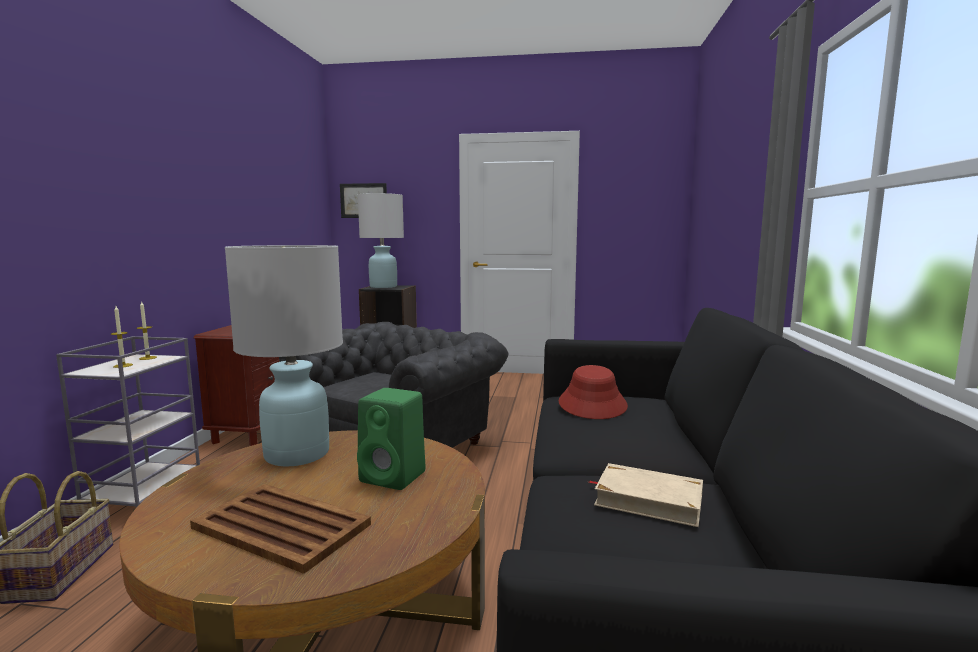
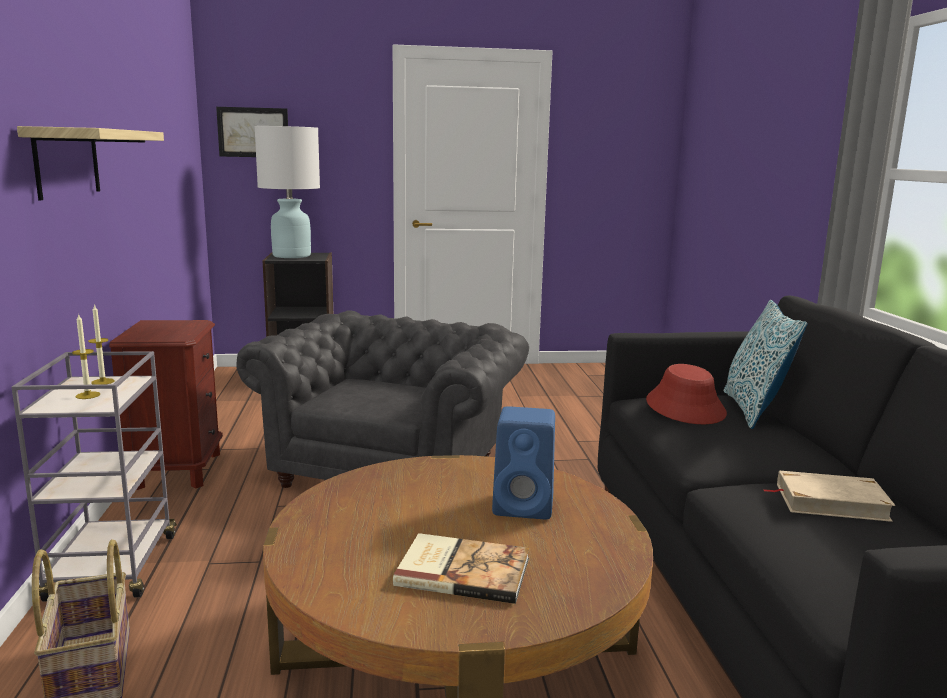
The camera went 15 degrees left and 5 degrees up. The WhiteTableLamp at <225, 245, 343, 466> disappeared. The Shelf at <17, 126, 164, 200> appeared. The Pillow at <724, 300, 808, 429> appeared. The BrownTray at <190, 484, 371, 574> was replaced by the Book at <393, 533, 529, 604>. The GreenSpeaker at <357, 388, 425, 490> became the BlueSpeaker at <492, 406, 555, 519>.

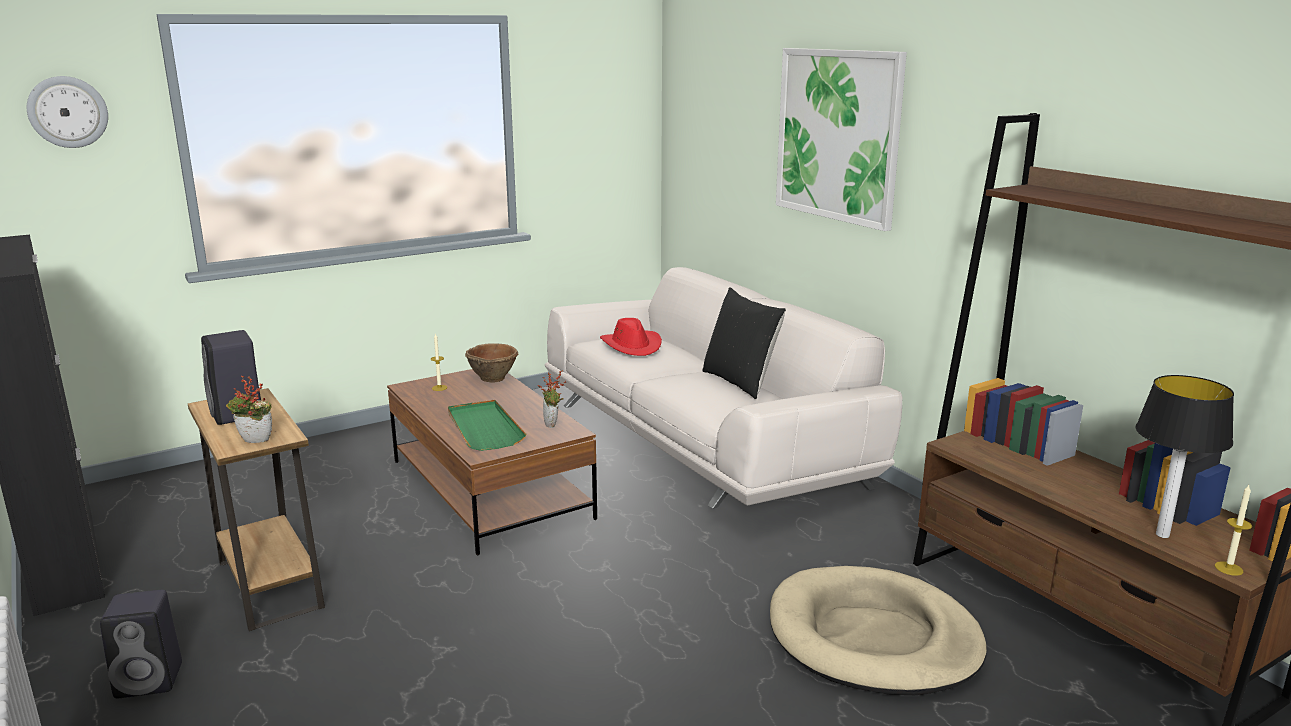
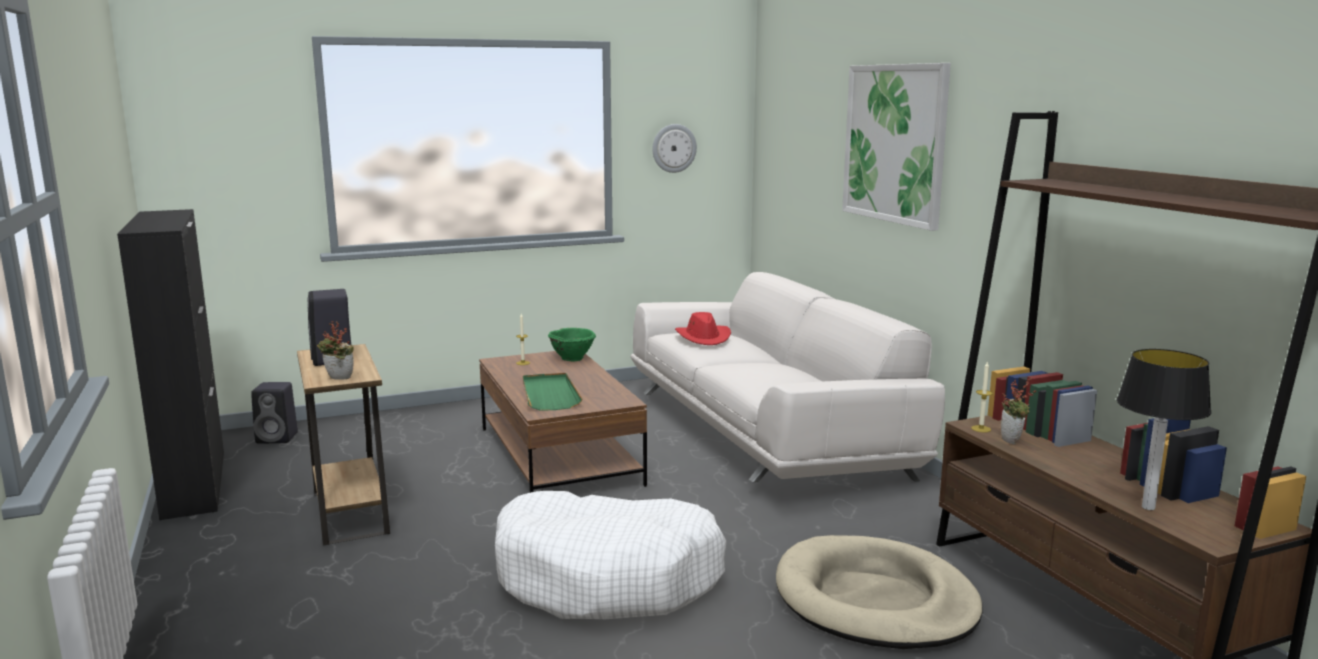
The camera went 10 degrees right and 5 degrees down. The BlackPillow at <702, 287, 786, 399> disappeared. The WhiteDogBed at <495, 491, 727, 619> appeared. The WallClock moved from <27, 76, 108, 148> to <652, 124, 697, 173>. The BlackSpeaker moved from <100, 590, 182, 698> to <251, 382, 298, 443>. The PottedPlant moved from <538, 370, 566, 428> to <1001, 378, 1036, 444>. The Candle moved from <1215, 485, 1252, 576> to <971, 362, 993, 432>. The BrownBowl at <465, 343, 519, 382> became the GreenBowl at <548, 328, 596, 361>.

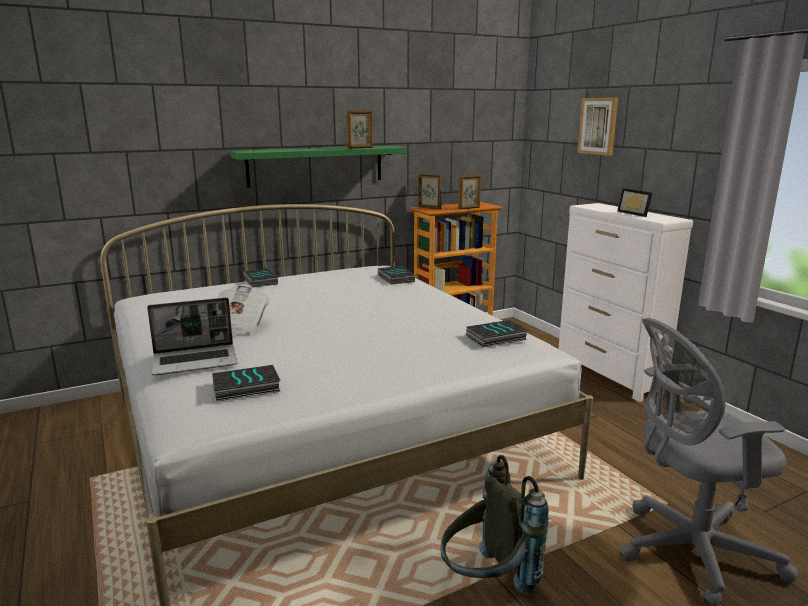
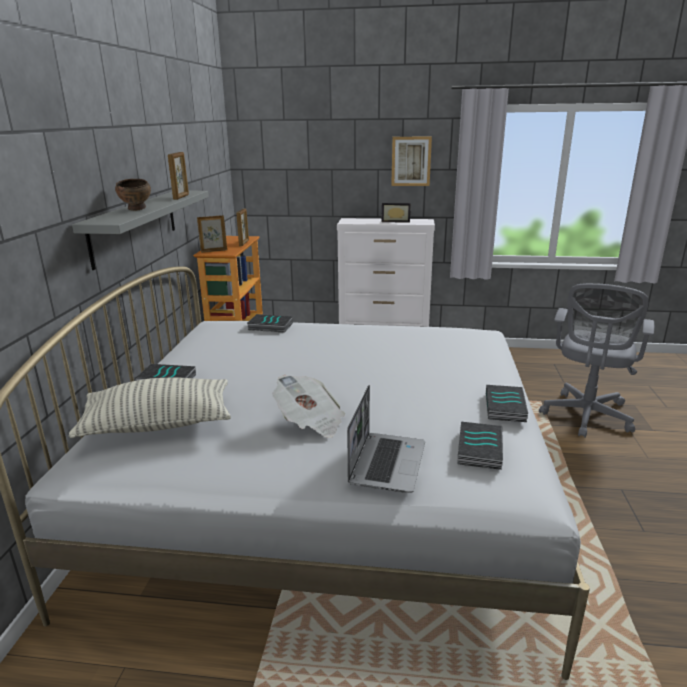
The camera went 55 degrees left and 5 degrees up. The GreyBackpack at <440, 455, 549, 595> disappeared. The Pillow at <69, 377, 231, 438> appeared. The BrownBowl at <115, 179, 151, 211> appeared. The Book moved from <466, 320, 529, 347> to <486, 385, 528, 422>. The Picture moved from <577, 97, 618, 156> to <391, 136, 432, 186>. The GreenShelf at <230, 146, 405, 187> became the GreyShelf at <72, 191, 209, 270>.

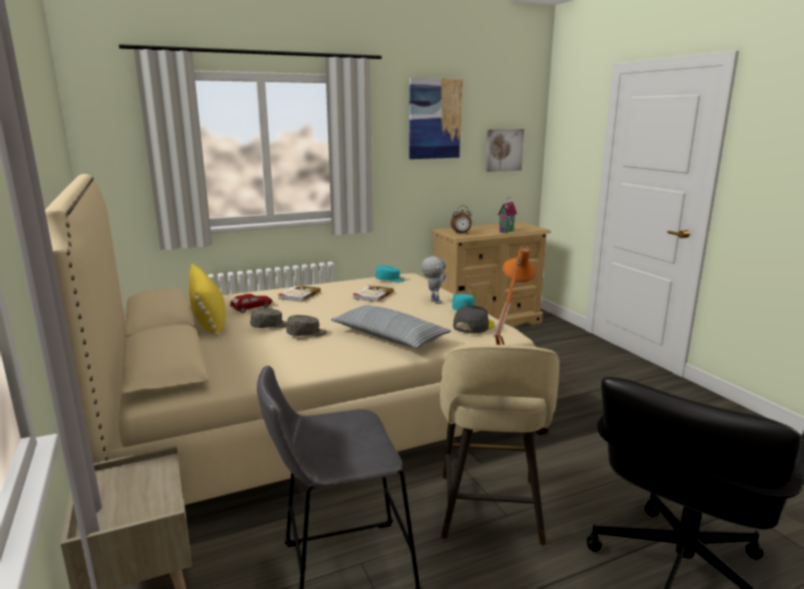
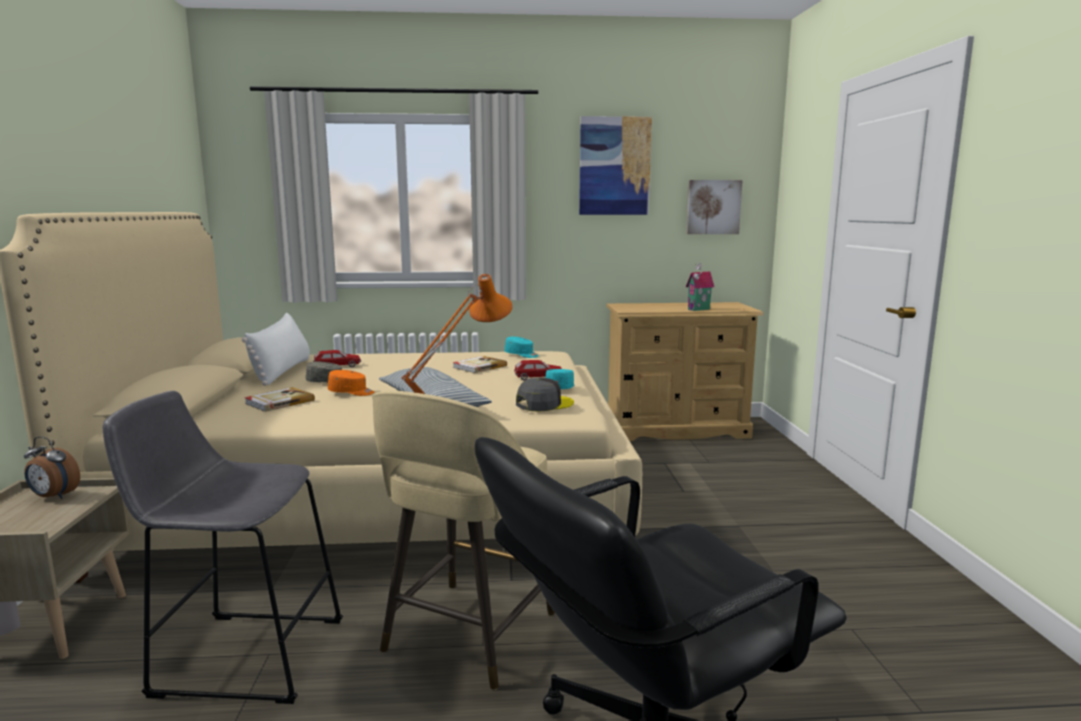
The camera went 20 degrees right and 5 degrees down. The Book moved from <278, 285, 321, 302> to <244, 387, 315, 412>. The AlarmClock moved from <451, 206, 472, 234> to <24, 436, 80, 499>. The ToyRobot at <421, 256, 446, 304> was replaced by the ToyCar at <514, 360, 562, 381>. The YellowPillow at <189, 264, 225, 337> became the WhitePillow at <242, 313, 310, 386>. The GreyCap at <286, 315, 327, 336> became the OrangeCap at <328, 370, 374, 396>.

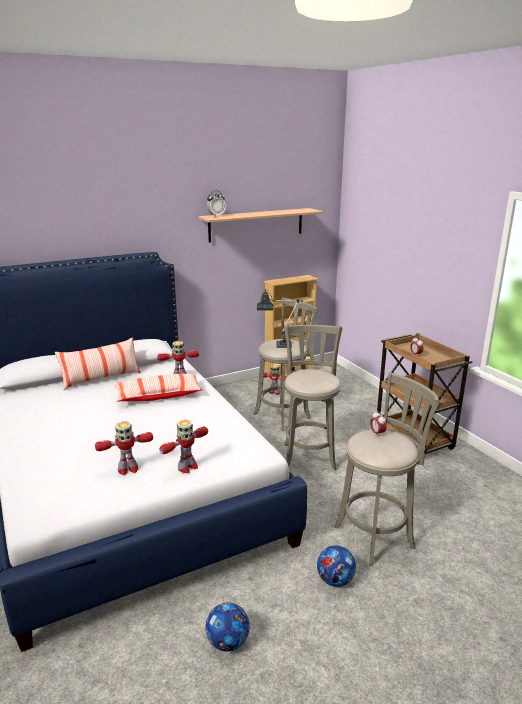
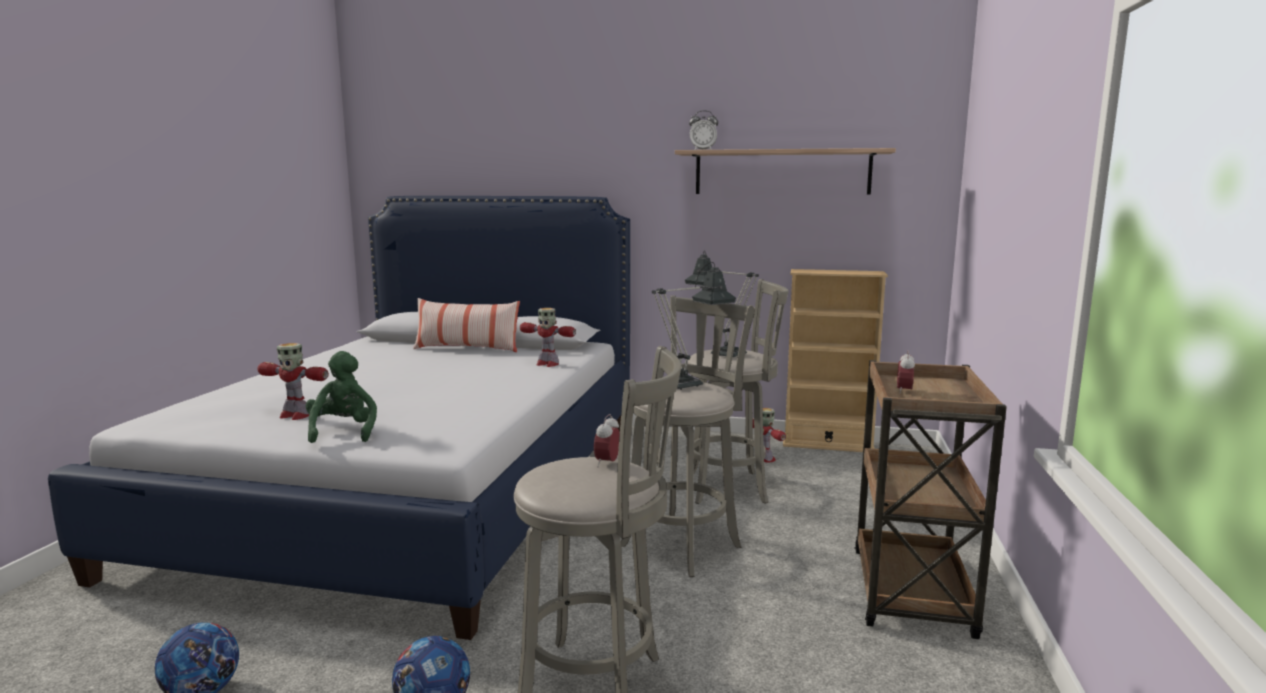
The camera went 40 degrees right and 10 degrees down. The Pillow at <114, 374, 203, 402> disappeared. The TableLamp at <652, 262, 736, 390> appeared. The ToyRobot at <160, 420, 208, 473> was replaced by the GreenPlushToy at <306, 351, 377, 443>.

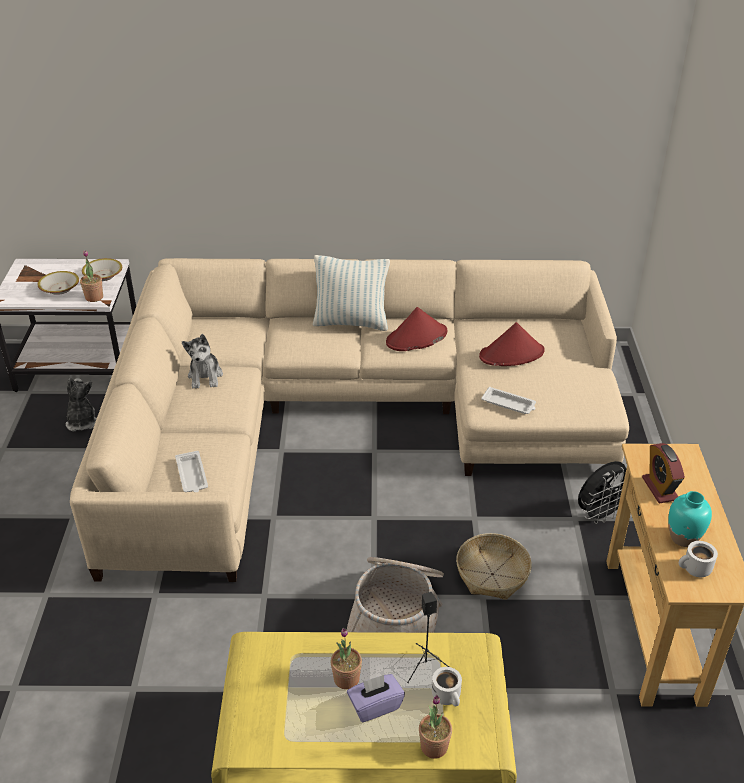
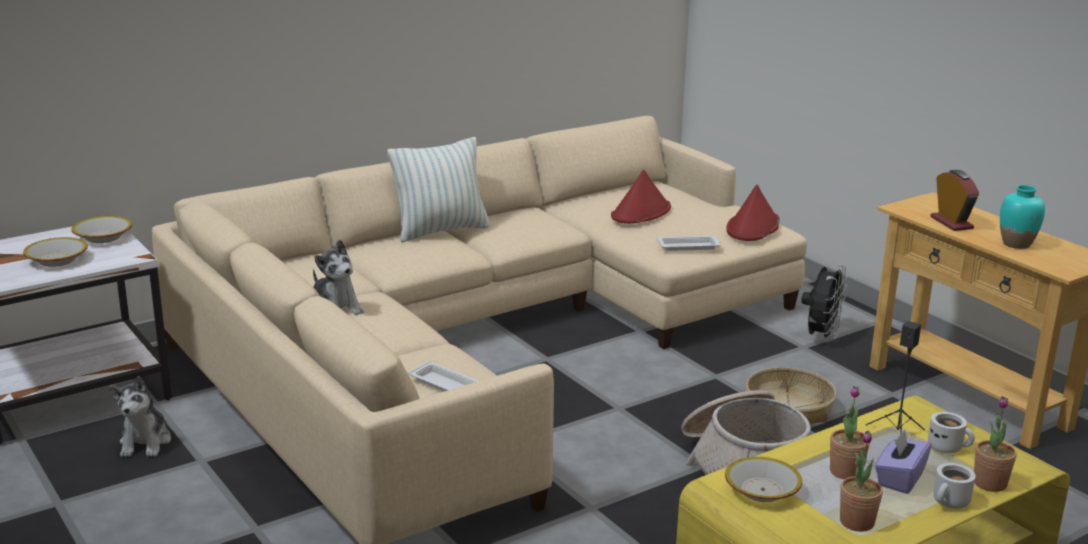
The camera went 35 degrees left and 15 degrees down. The Bowl at <725, 457, 802, 502> appeared. The PottedPlant moved from <80, 250, 103, 302> to <840, 431, 883, 532>. The RedHat moved from <386, 307, 447, 351> to <726, 184, 780, 241>. The WhiteMug moved from <679, 541, 718, 577> to <933, 463, 976, 509>. The PlushToy at <66, 378, 97, 431> turned 135 degrees counterclockwise. The AlarmClock at <642, 443, 685, 503> turned 150 degrees counterclockwise.

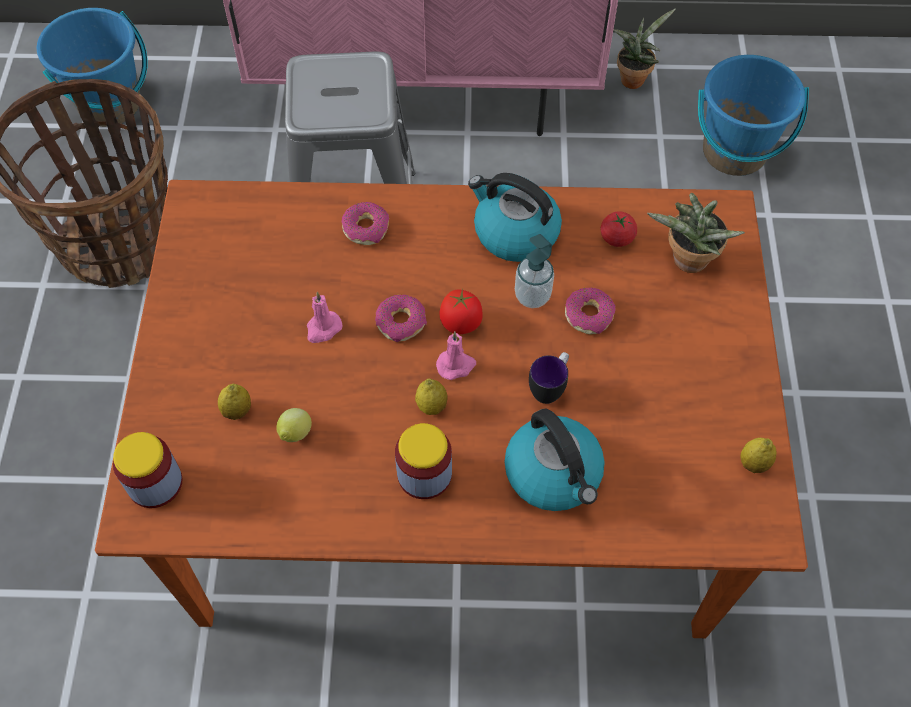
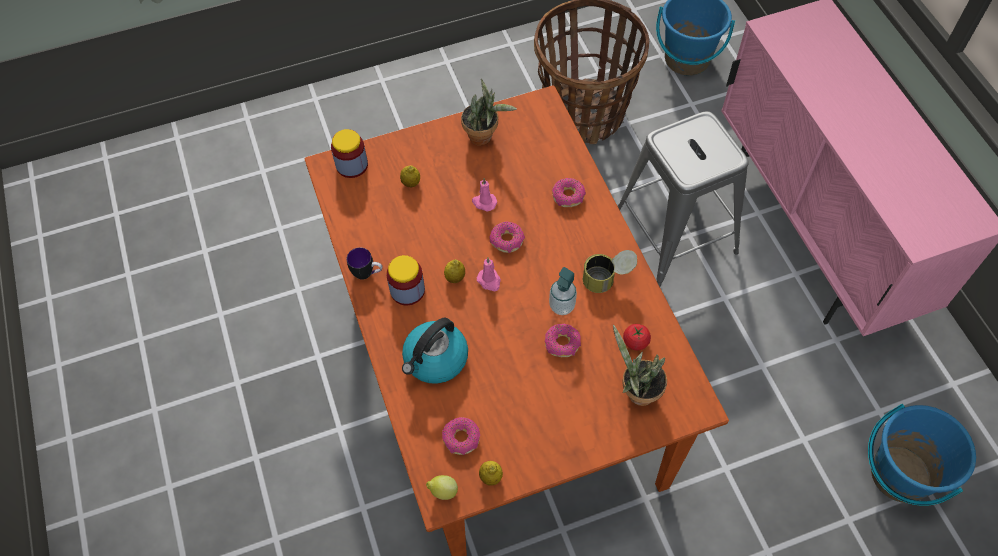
The camera went 70 degrees right and 0 degrees up. The Tomato at <440, 288, 483, 334> disappeared. The Donut at <442, 417, 480, 455> appeared. The Lemon moved from <276, 408, 312, 442> to <426, 475, 458, 500>. The Mug moved from <529, 352, 569, 404> to <347, 247, 382, 280>. The PottedPlant moved from <613, 9, 676, 89> to <461, 79, 517, 145>. The Kettle at <468, 173, 562, 262> was replaced by the Can at <583, 250, 637, 293>.

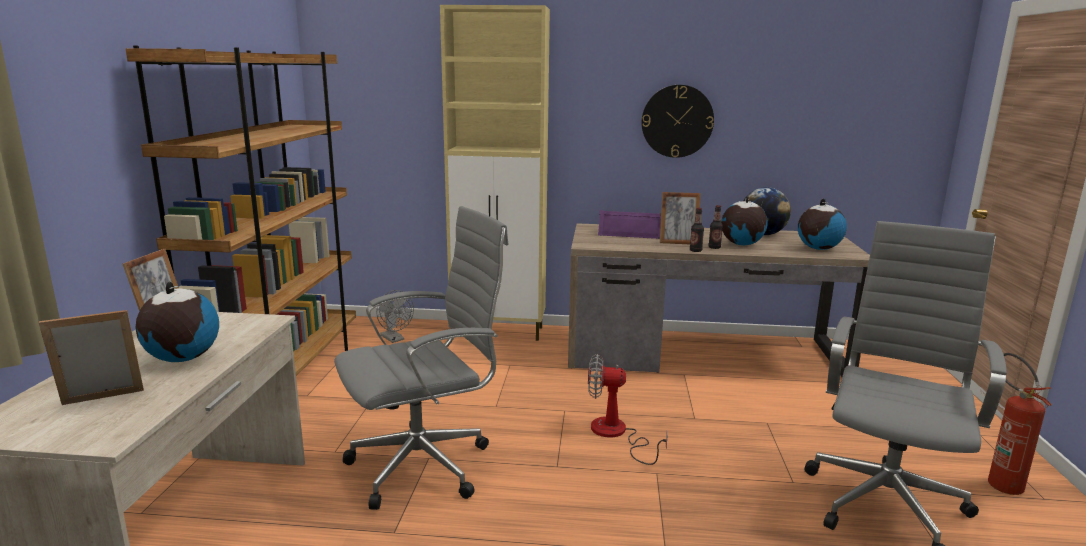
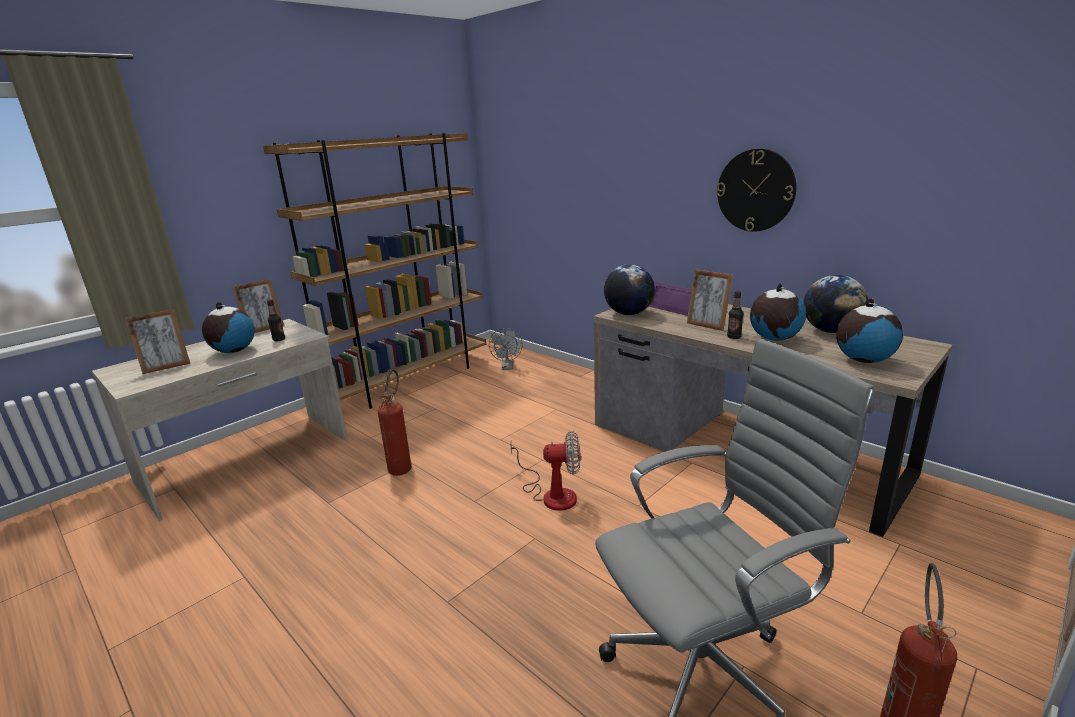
The camera went 40 degrees right and 5 degrees up. The BeigeCabinet at <440, 5, 550, 341> disappeared. The Globe at <604, 264, 655, 315> appeared. The Bottle moved from <690, 208, 704, 252> to <267, 299, 285, 341>. The GreyOfficeChair at <334, 206, 509, 510> was replaced by the FireExtinguisher at <378, 369, 411, 476>. The PictureFrame at <39, 310, 144, 405> turned 135 degrees clockwise. The Fan at <588, 354, 668, 465> turned 135 degrees clockwise.

